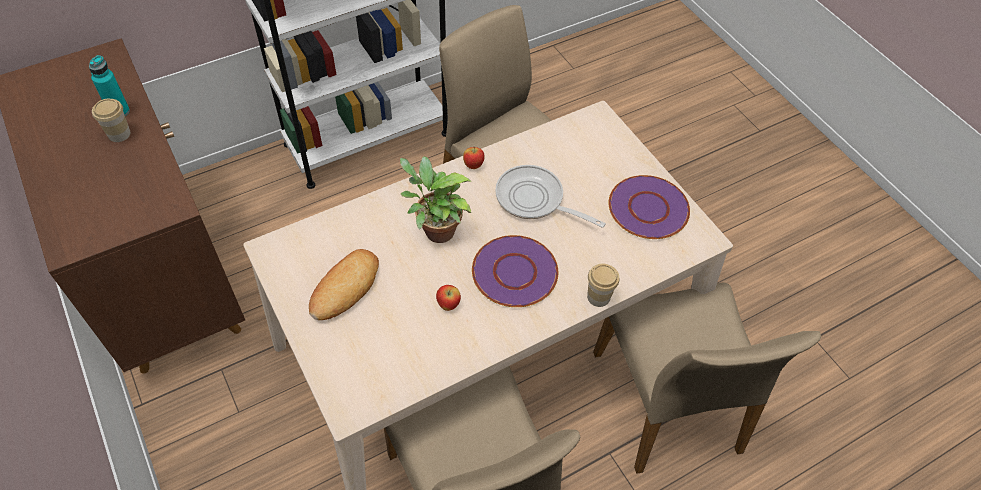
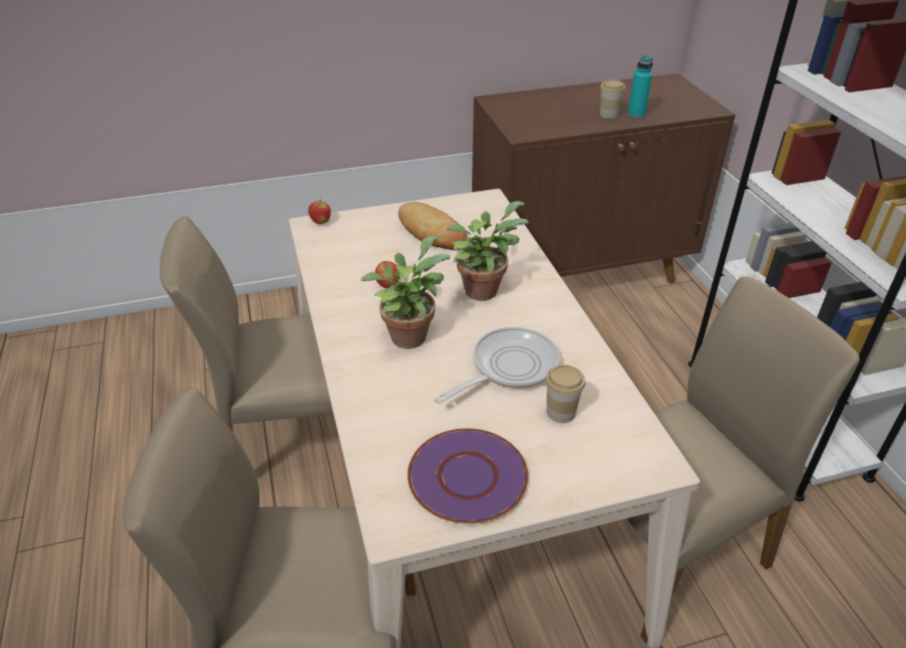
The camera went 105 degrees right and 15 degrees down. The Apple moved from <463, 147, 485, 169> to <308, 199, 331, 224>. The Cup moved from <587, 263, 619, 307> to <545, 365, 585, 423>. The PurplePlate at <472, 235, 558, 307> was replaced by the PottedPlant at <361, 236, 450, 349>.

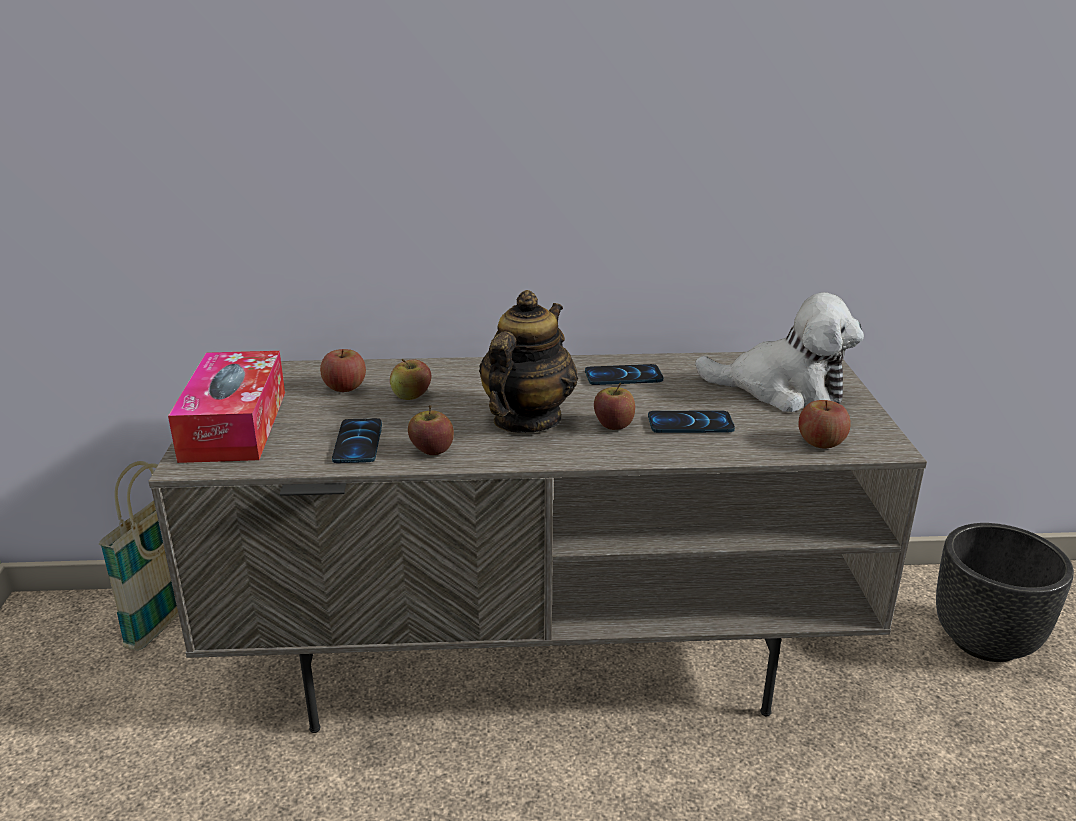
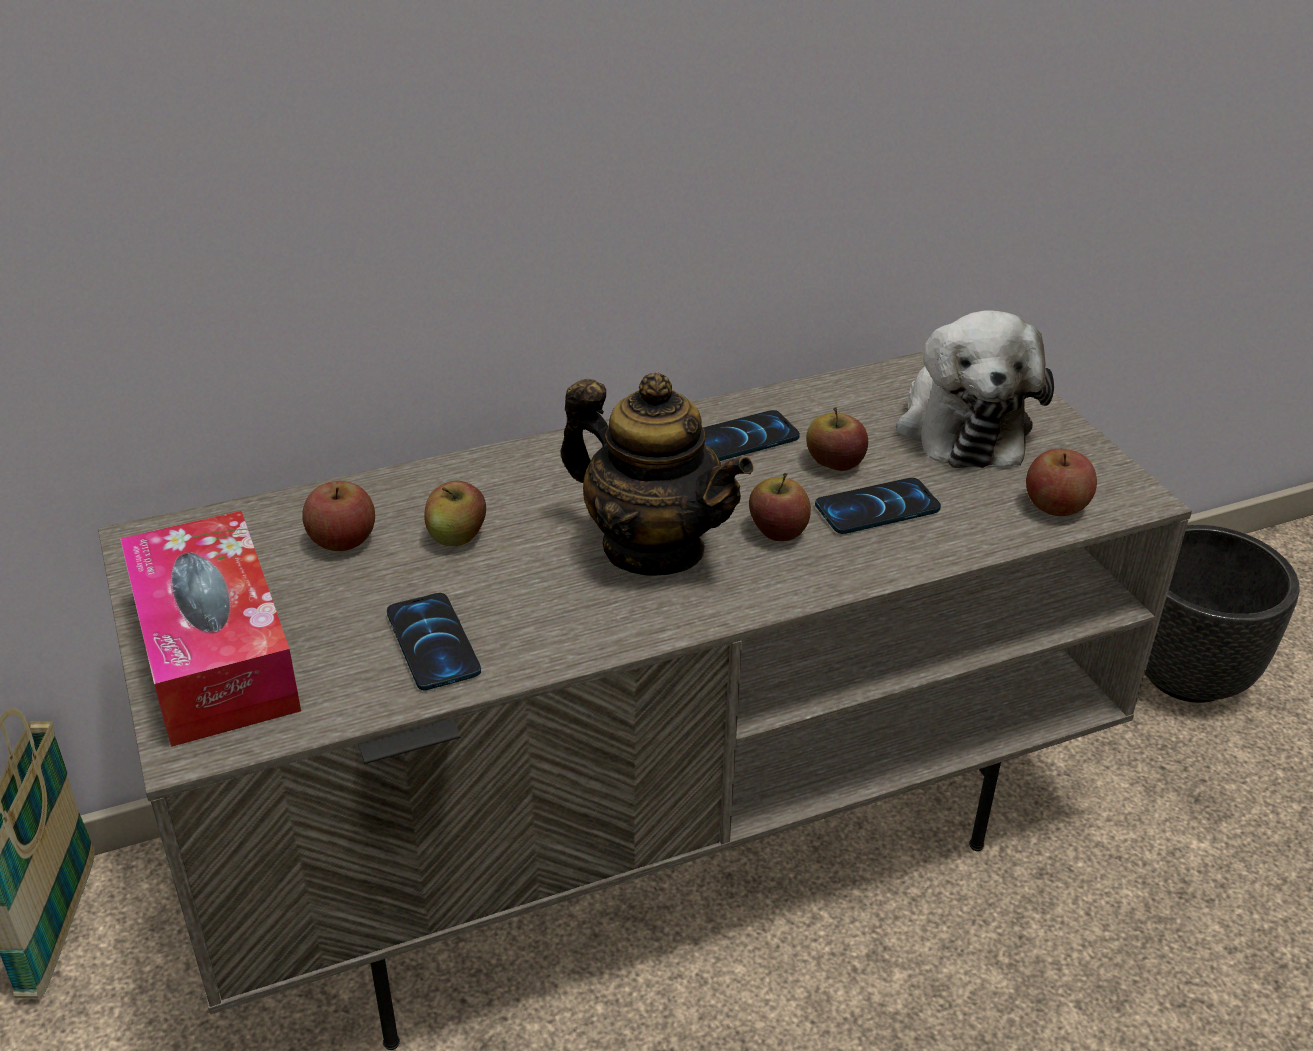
The camera went 20 degrees left and 10 degrees up. The Apple moved from <408, 405, 454, 455> to <806, 407, 868, 471>. The Teapot at <479, 290, 578, 433> turned 120 degrees clockwise. The PlushToy at <695, 292, 864, 412> turned 90 degrees clockwise.

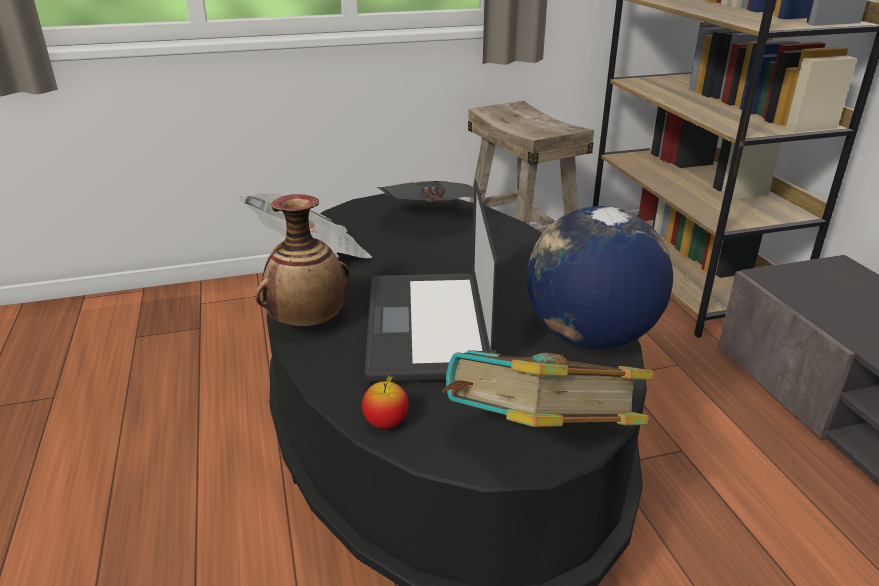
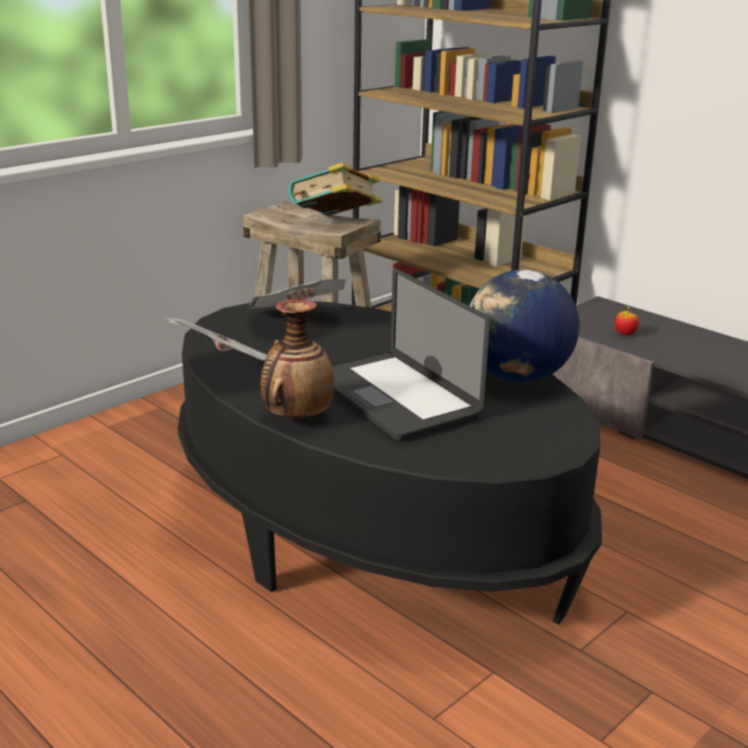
The camera went 30 degrees left and 5 degrees down. The Apple moved from <362, 374, 408, 429> to <614, 306, 639, 335>. The Book moved from <442, 350, 653, 427> to <289, 162, 382, 216>.

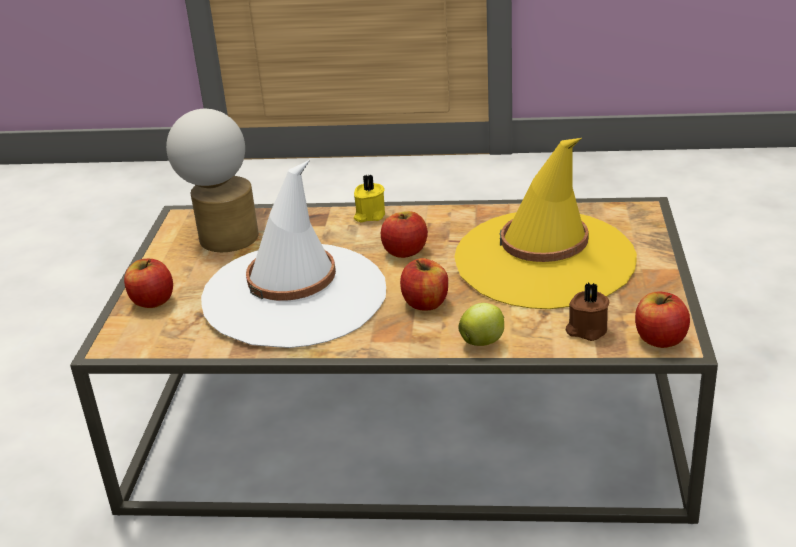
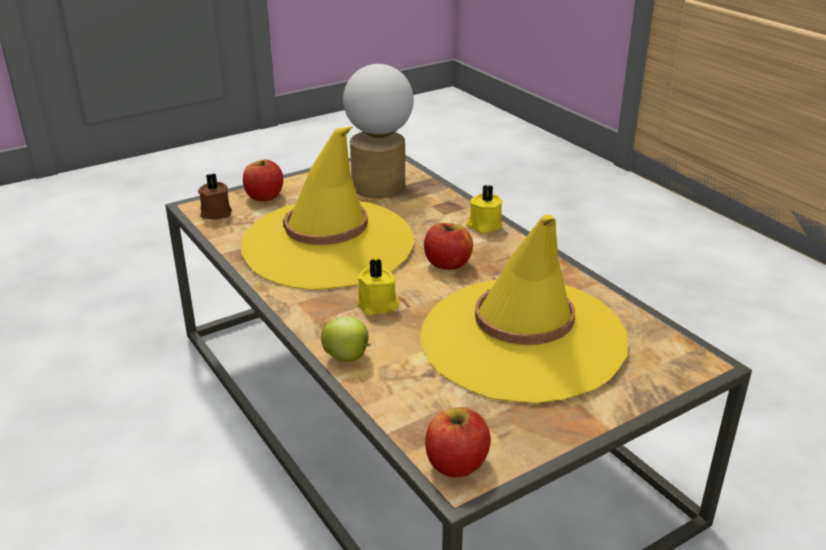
The camera went 50 degrees right and 0 degrees up. The BrownCandle moved from <566, 283, 609, 341> to <198, 173, 232, 220>. The Apple at <400, 258, 448, 311> was replaced by the YellowCandle at <358, 259, 399, 315>. The WhiteHat at <201, 160, 386, 348> became the YellowHat at <241, 126, 414, 290>.

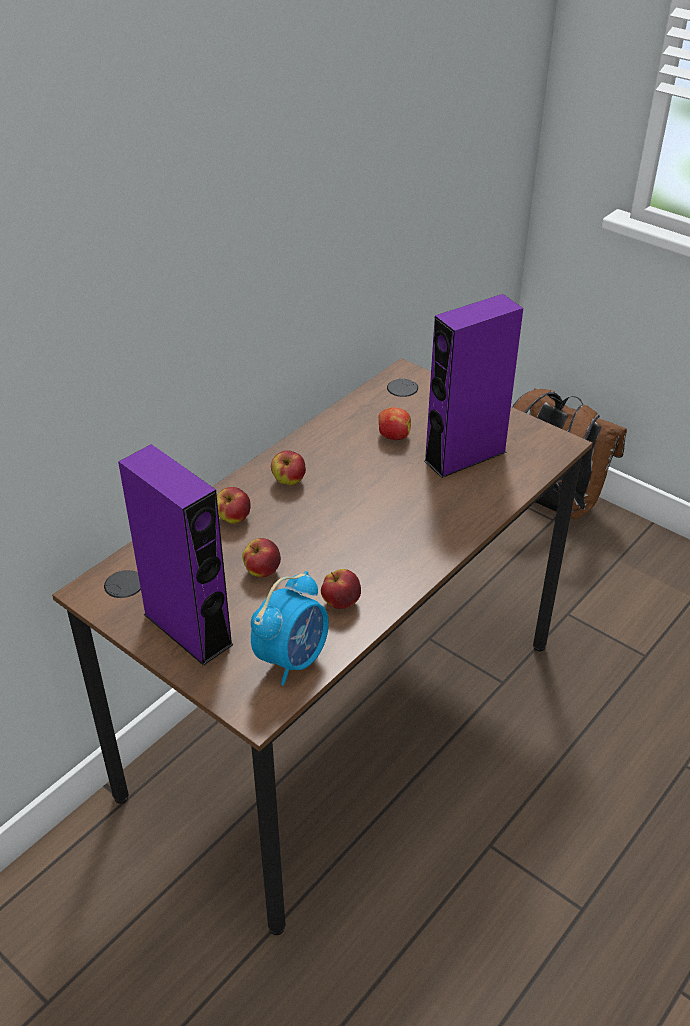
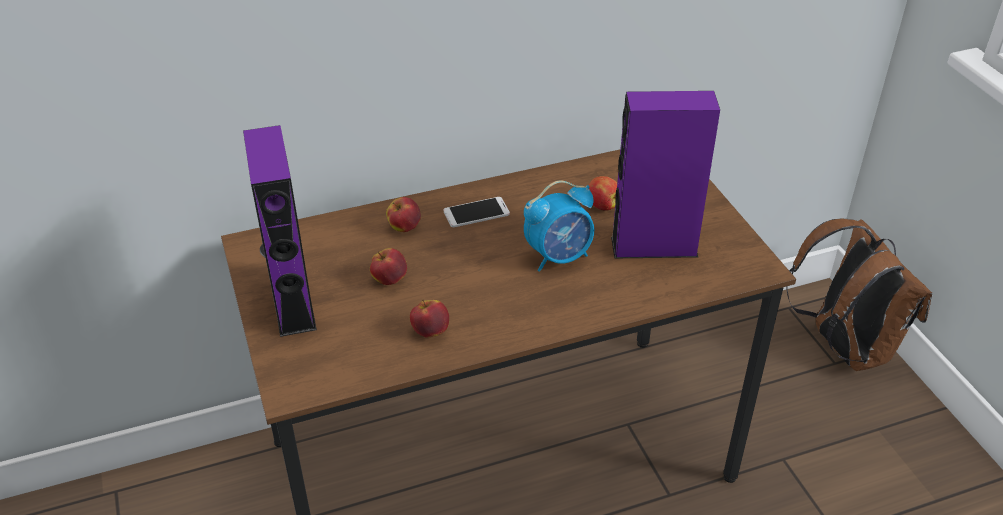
The camera went 30 degrees right and 0 degrees up. The AlarmClock moved from <251, 571, 329, 686> to <524, 181, 594, 272>. The Apple at <271, 450, 306, 485> was replaced by the Phone at <444, 197, 510, 227>.

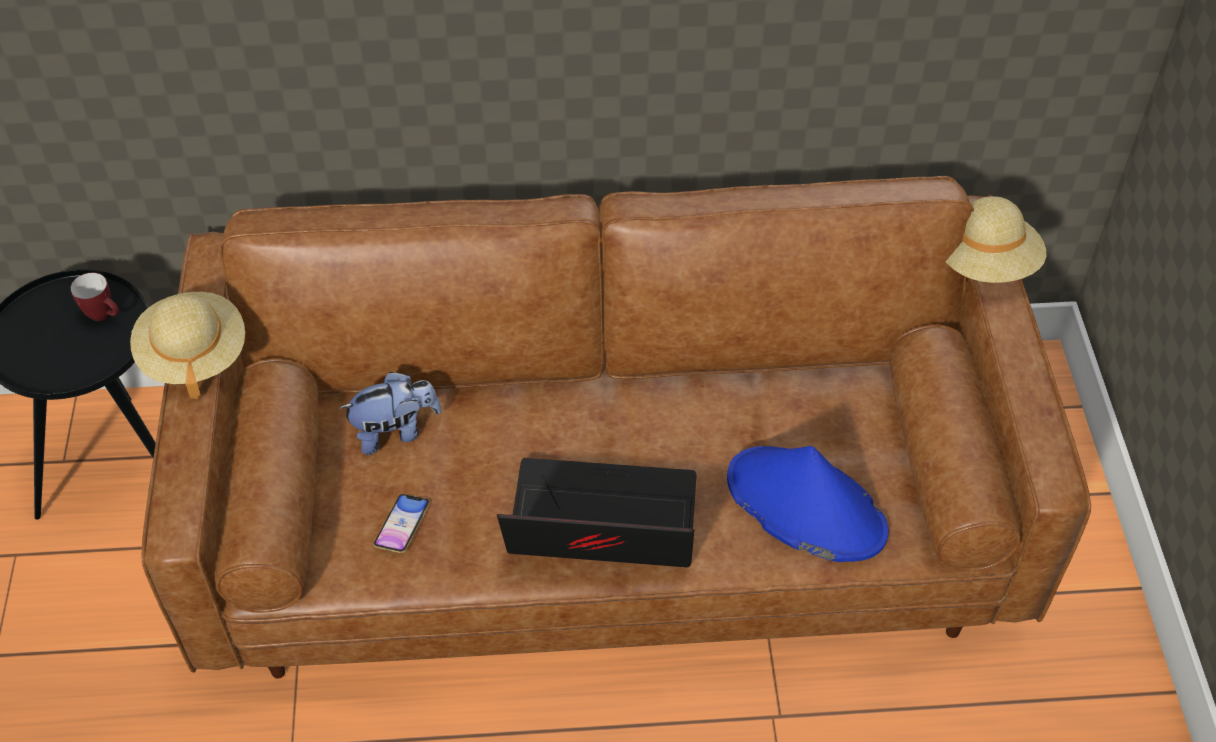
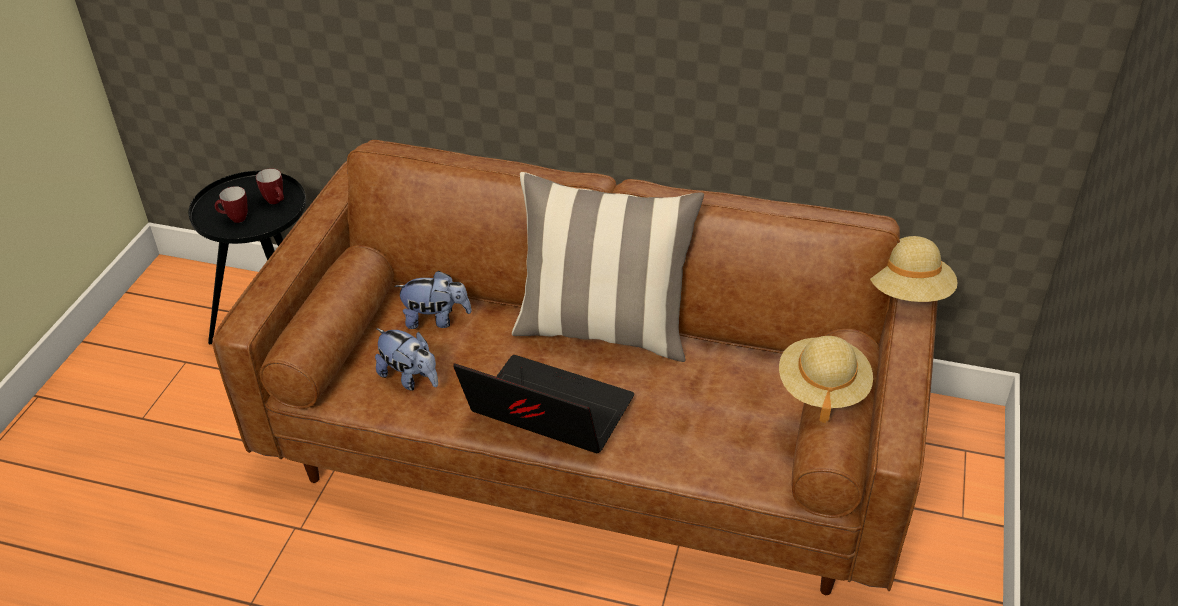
The camera went 20 degrees right and 10 degrees down. The BlueHat at <727, 446, 888, 562> disappeared. The Mug at <215, 186, 248, 223> appeared. The Pillow at <512, 172, 704, 362> appeared. The BeigeHat moved from <130, 292, 245, 399> to <779, 336, 873, 423>. The Phone at <374, 494, 430, 553> was replaced by the PlushToy at <375, 328, 438, 391>.

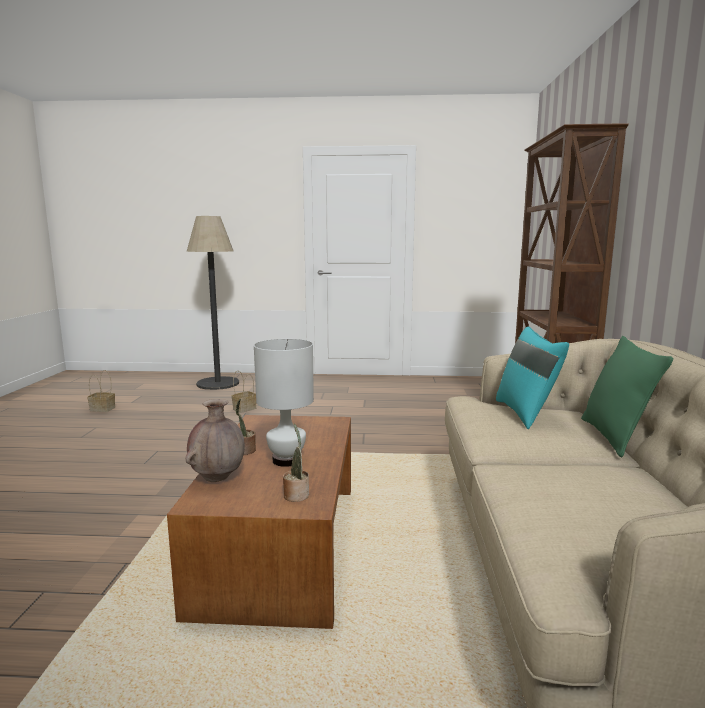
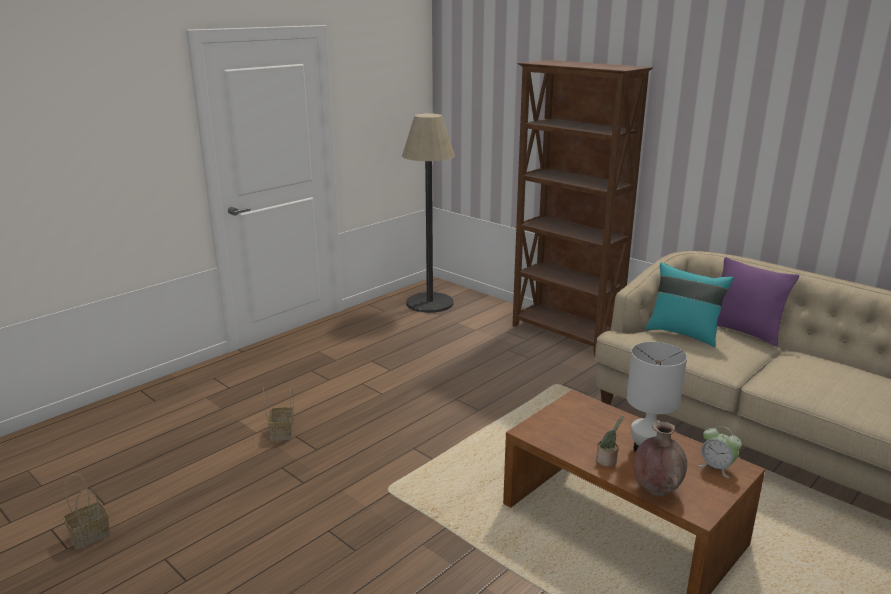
The camera went 50 degrees left and 10 degrees up. The FloorLamp moved from <186, 216, 239, 390> to <402, 113, 455, 313>. The PottedPlant at <283, 424, 309, 502> was replaced by the AlarmClock at <698, 426, 742, 478>. The GreenPillow at <581, 336, 674, 458> became the PurplePillow at <717, 257, 799, 346>.

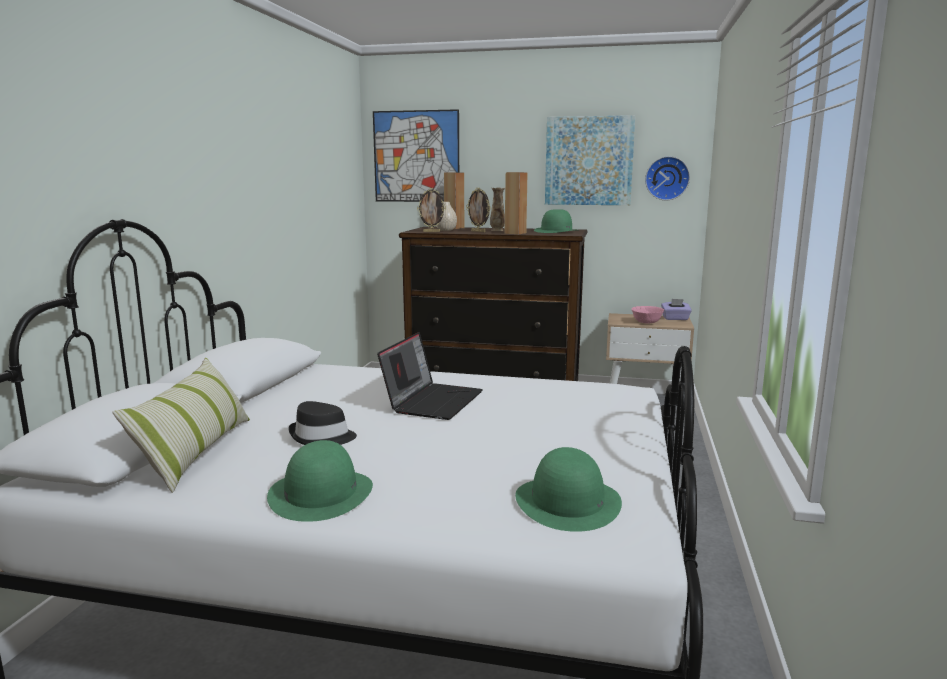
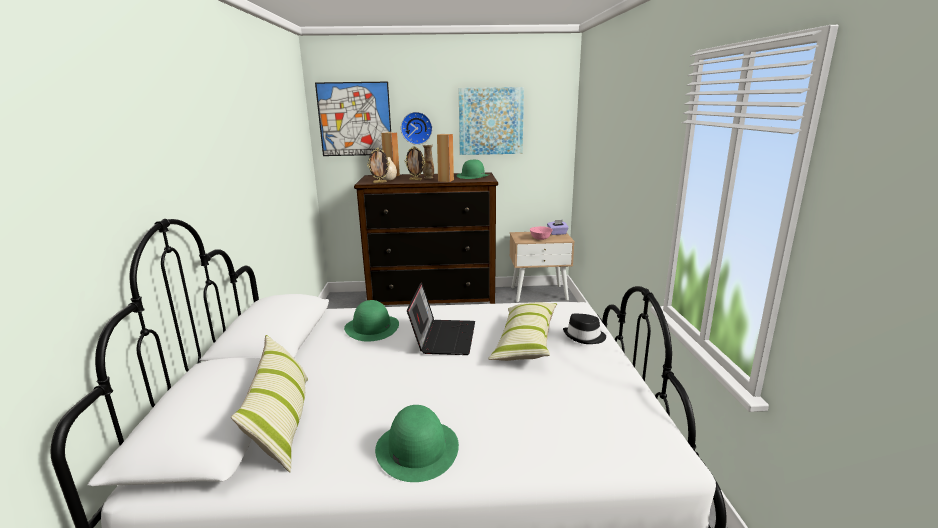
The camera went 15 degrees left and 5 degrees up. The Pillow at <488, 302, 557, 361> appeared. The BlackHat moved from <288, 401, 357, 445> to <563, 314, 606, 344>. The GreenHat moved from <515, 447, 622, 532> to <344, 300, 399, 341>. The WallClock moved from <645, 156, 690, 200> to <401, 112, 432, 145>.

